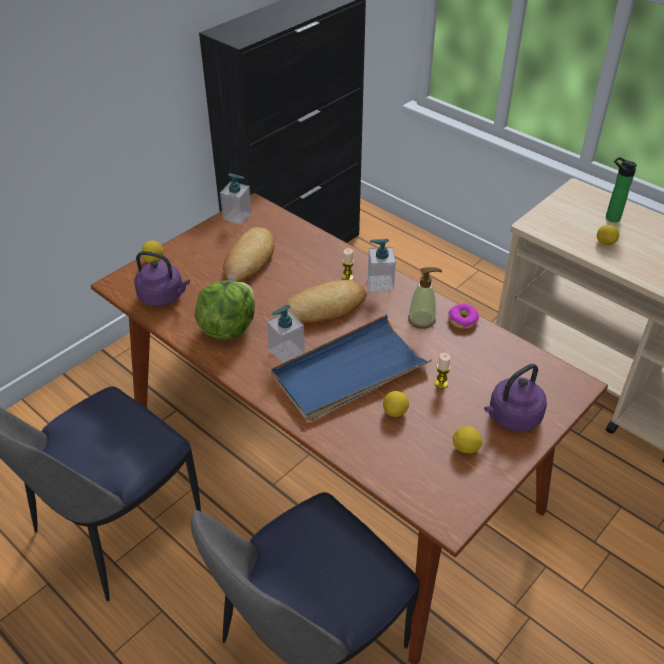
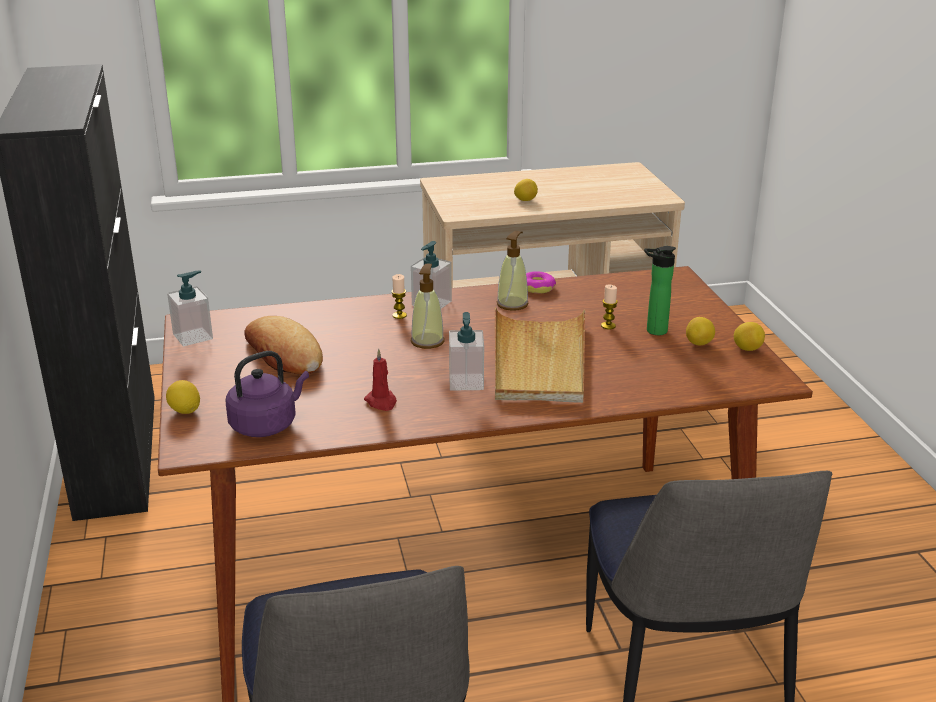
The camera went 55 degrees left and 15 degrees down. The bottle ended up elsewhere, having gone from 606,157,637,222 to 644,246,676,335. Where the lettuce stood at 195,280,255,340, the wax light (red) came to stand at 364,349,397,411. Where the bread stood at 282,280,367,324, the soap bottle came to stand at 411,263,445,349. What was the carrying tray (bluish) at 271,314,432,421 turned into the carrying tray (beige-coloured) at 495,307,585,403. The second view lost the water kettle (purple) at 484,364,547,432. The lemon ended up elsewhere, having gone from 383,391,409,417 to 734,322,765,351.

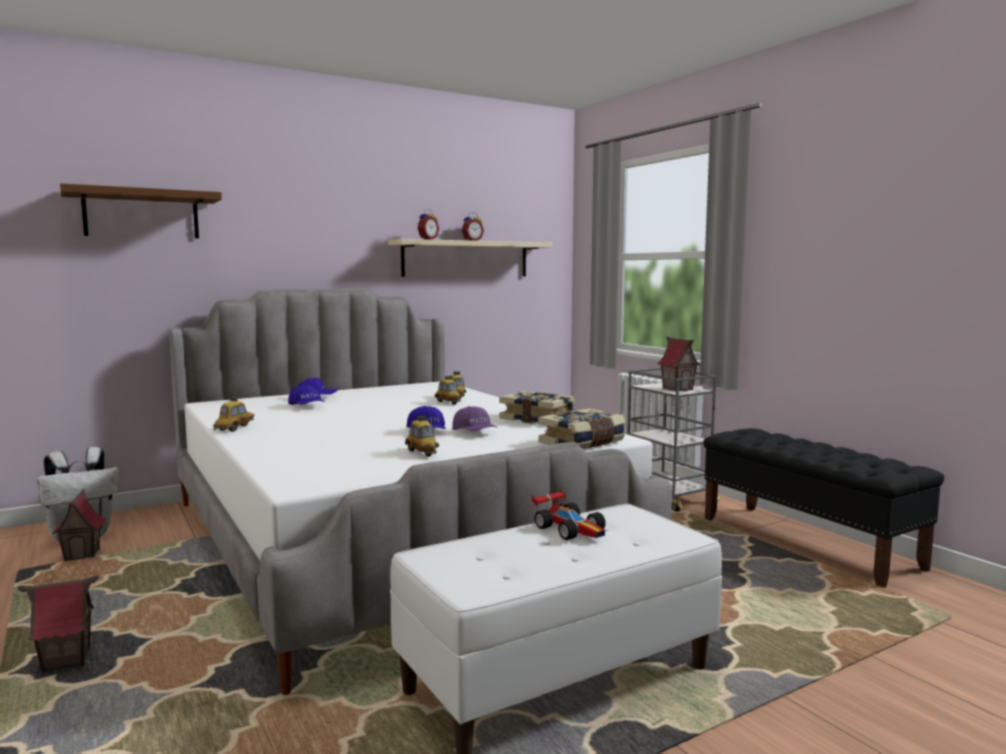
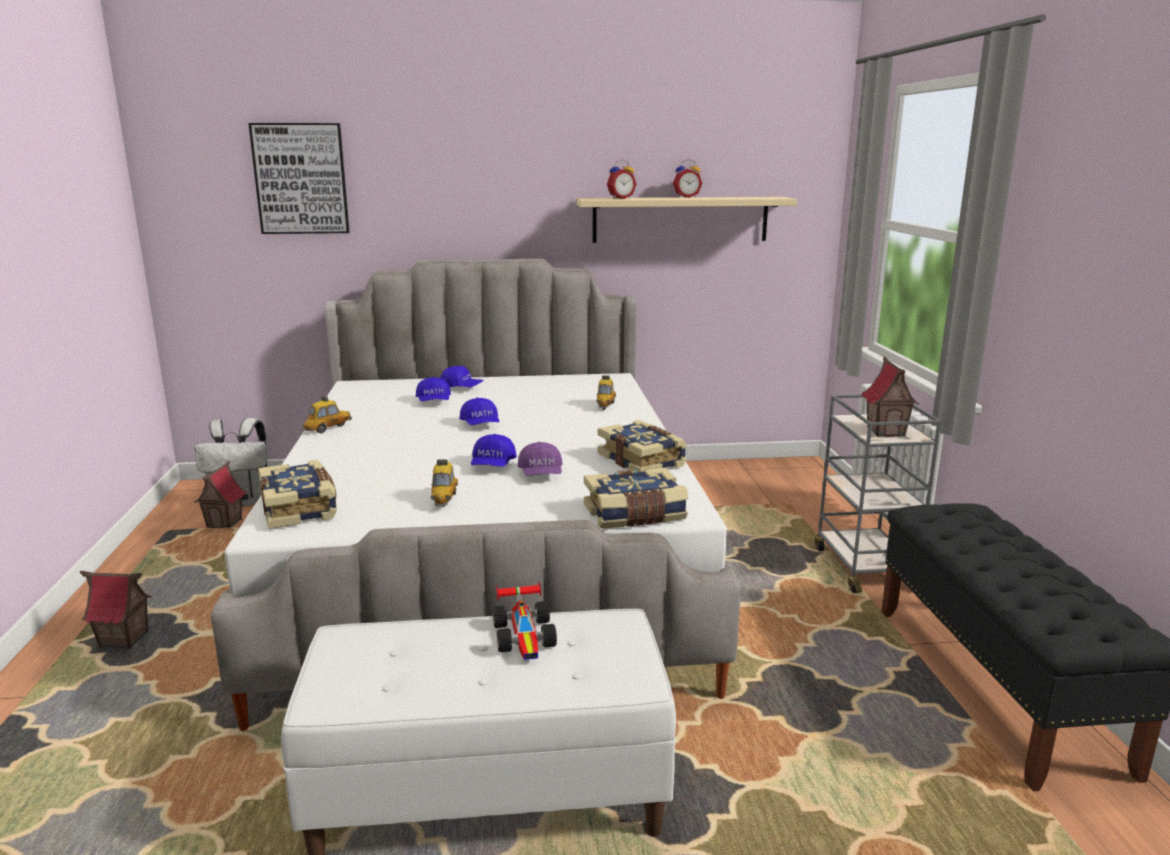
The camera went 25 degrees right and 10 degrees up. Where the wall shelf (brownish) hung at 60,183,222,238, the wall picture came to hang at 248,123,349,234. The second view lost the toy car at 435,376,462,405. The second view gained the baseball cap (bluish) at 460,398,500,425. The second view gained the volume at 258,460,337,529.

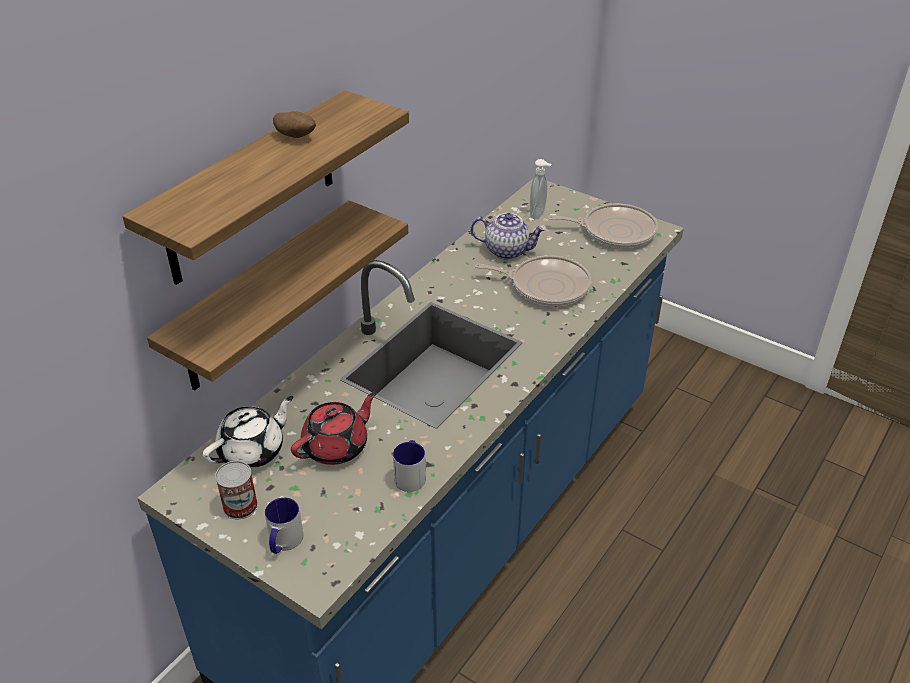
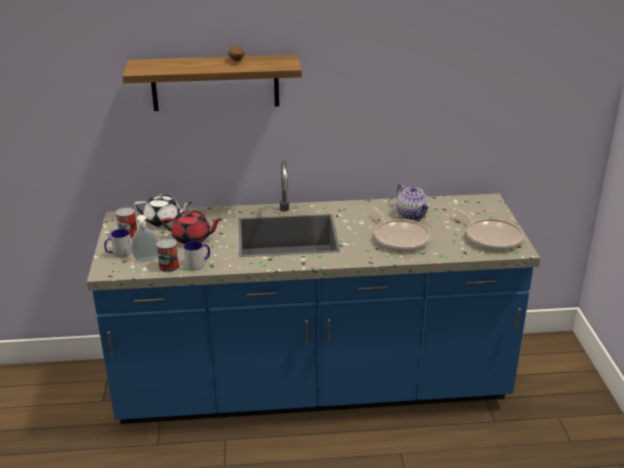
The camera went 50 degrees right and 10 degrees down. The soap bottle ended up elsewhere, having gone from 530,159,552,219 to 131,215,158,262. The second view lost the wall shelf at 147,200,408,391. The second view gained the can at 156,238,179,272.

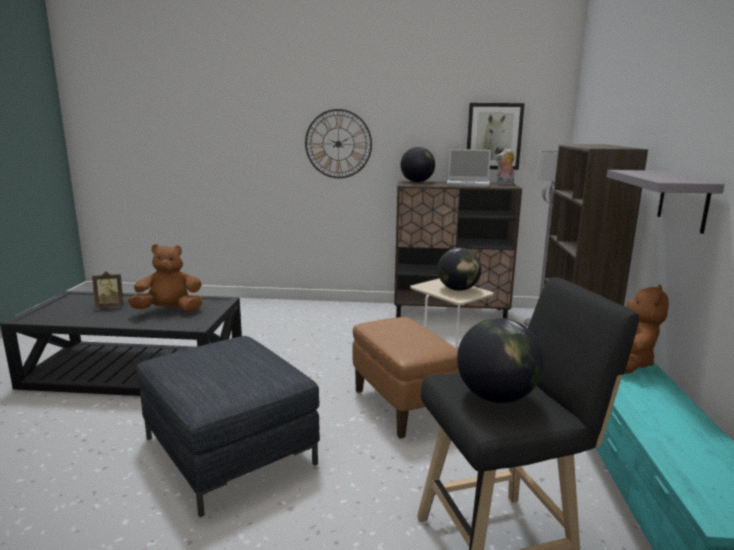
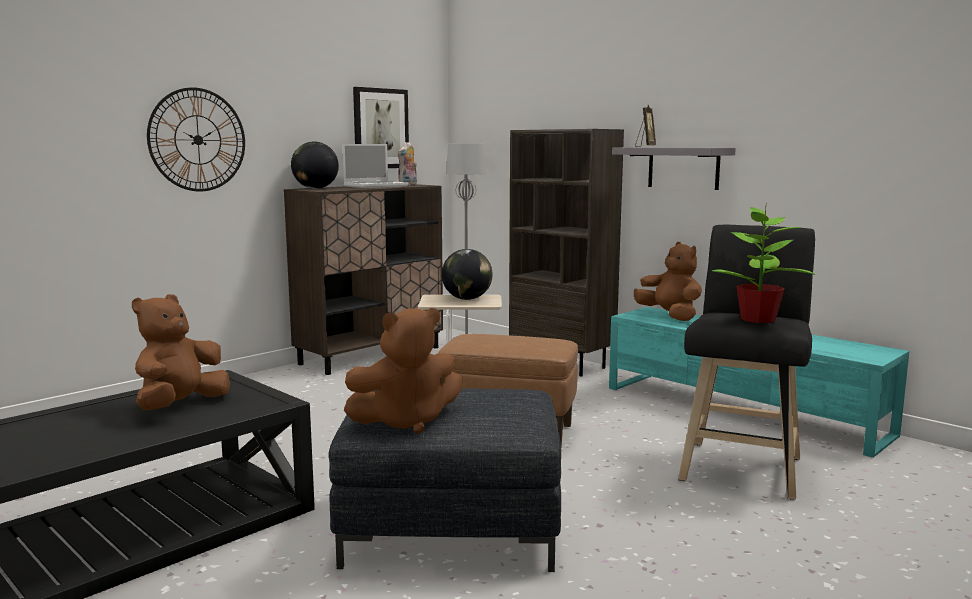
The camera went 50 degrees left and 5 degrees down. The standing frame ended up elsewhere, having gone from 92,271,123,308 to 635,105,656,147. Where the globe stood at 457,318,544,403, the plant in a pot came to stand at 712,207,816,323. The second view gained the plush toy (brownish) at 344,308,463,434.

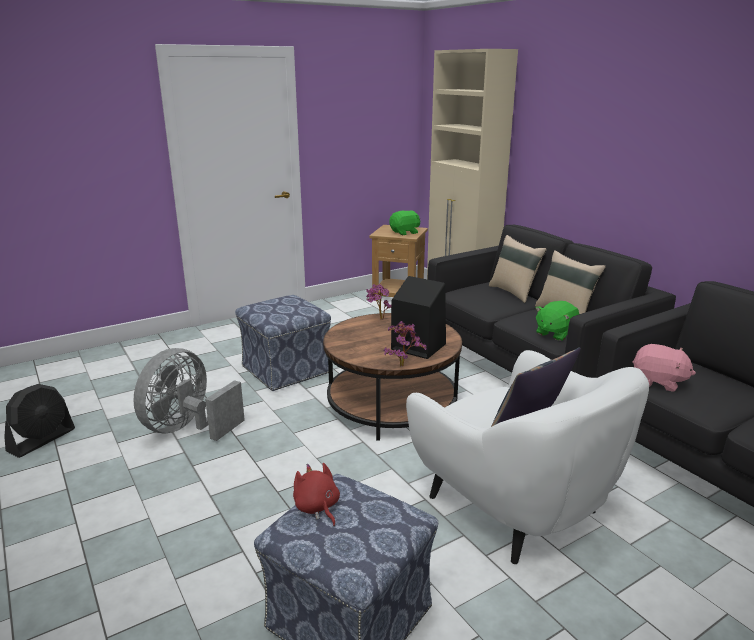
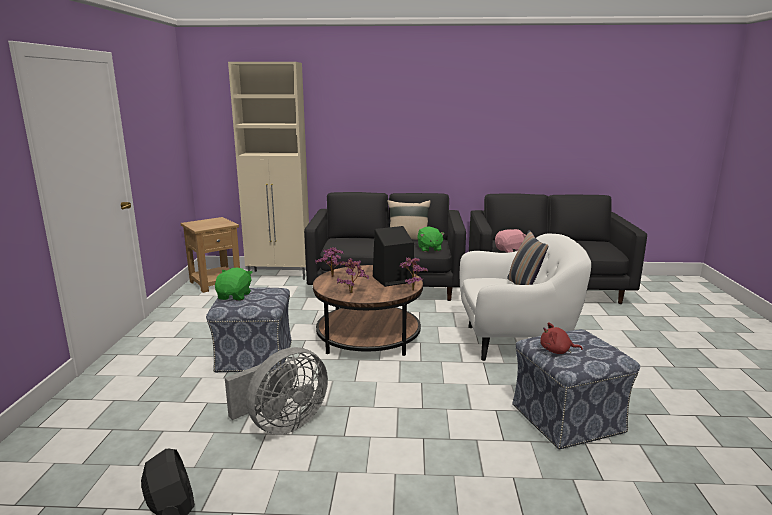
The camera went 55 degrees left and 5 degrees down. The plush toy (green) ended up elsewhere, having gone from 389,211,420,235 to 215,268,252,301. The second view lost the cushion (beige-coloured) at 489,235,547,303. The cooling fan (greyish) at 133,348,245,441 ended up facing another way, 105 degrees counterclockwise from before. The second view gained the plant in a pot at 337,258,369,293.

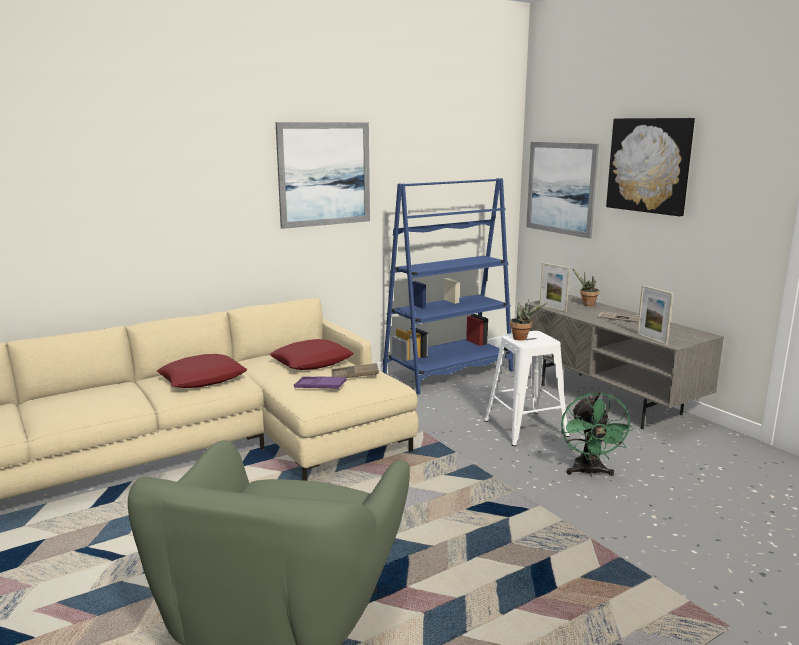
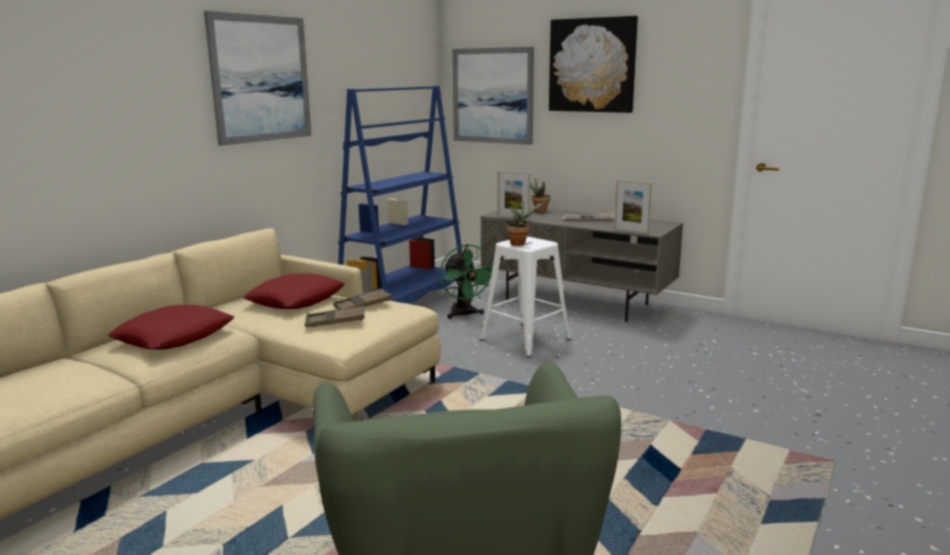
The camera went 25 degrees left and 0 degrees up. What was the carrying tray (purple) at 294,376,346,389 turned into the carrying tray (brownish) at 305,306,365,327. The cooling fan (green) ended up elsewhere, having gone from 561,392,634,477 to 440,244,492,319.

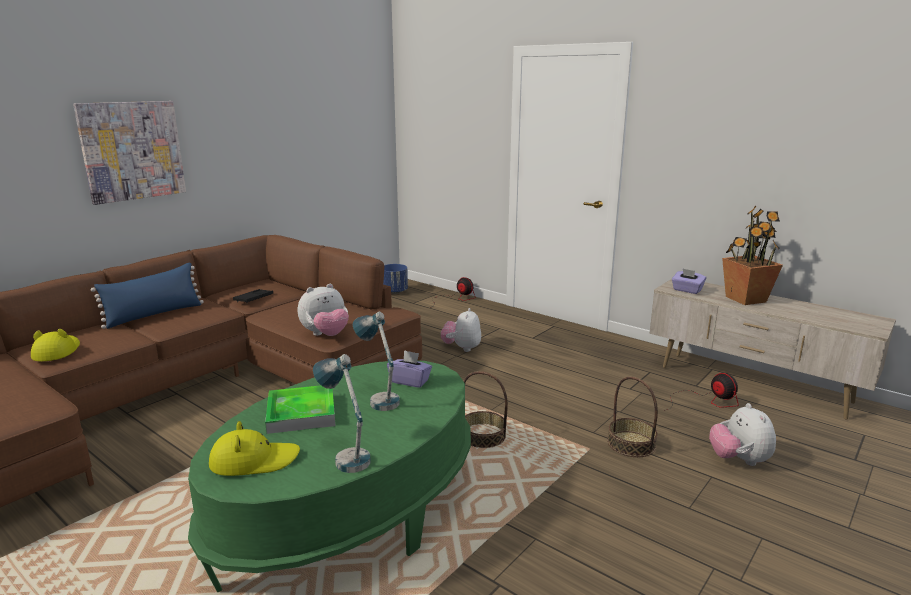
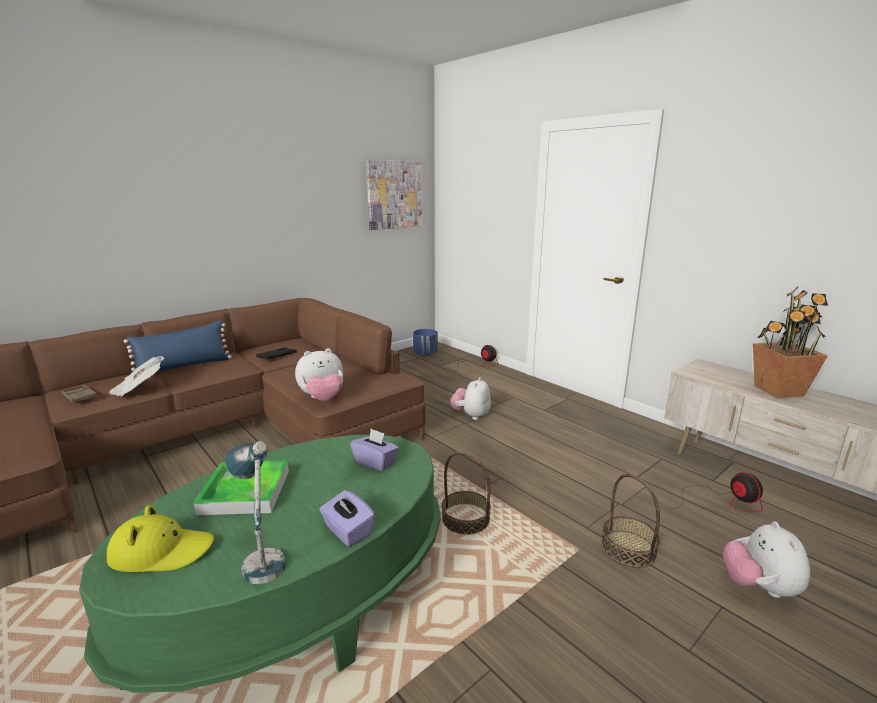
The camera went 10 degrees right and 0 degrees up. The wall picture ended up elsewhere, having gone from 73,101,186,205 to 366,160,422,230. The box of tissues (purple) ended up elsewhere, having gone from 672,269,706,294 to 320,490,375,547. The second view lost the lamp for a table at 353,311,400,411. Where the wearable hat (yellow) stood at 31,329,80,361, the carrying tray (brownish) came to stand at 61,385,97,403. The second view gained the printed paper at 109,356,164,397.

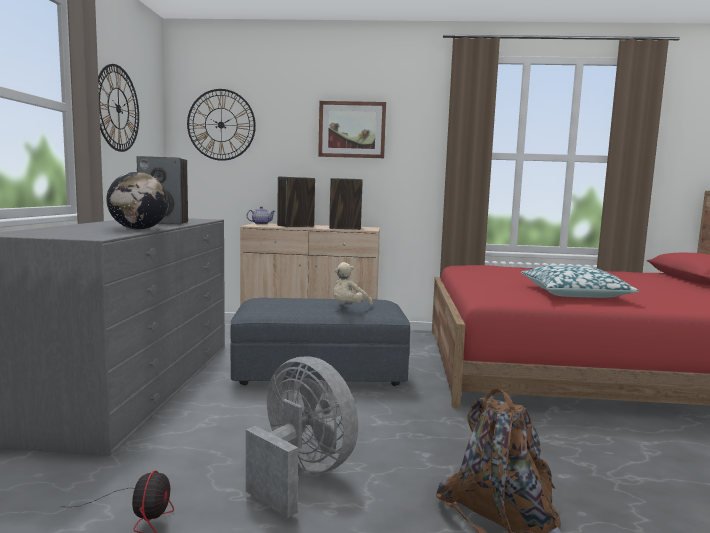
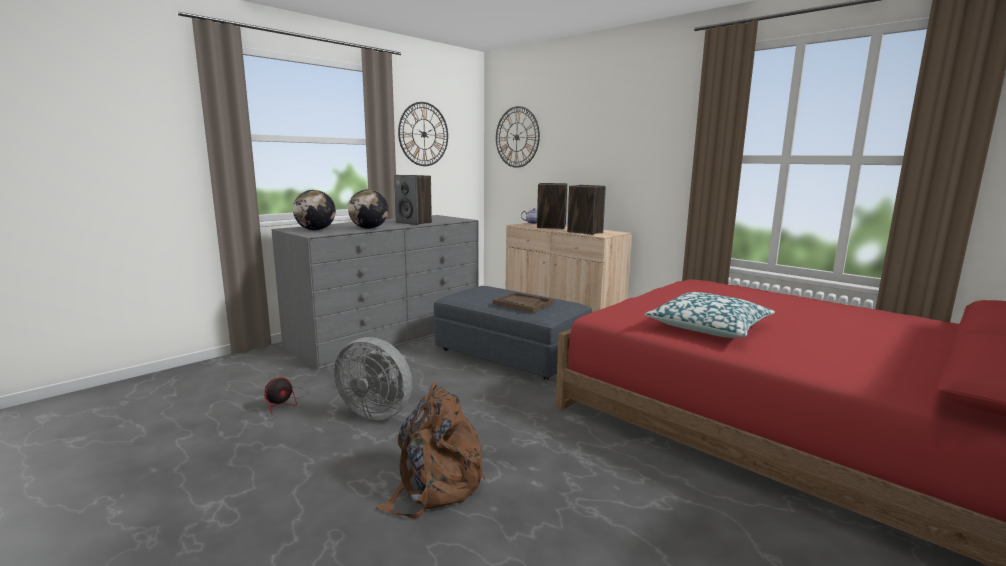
The camera went 40 degrees right and 5 degrees up. The second view lost the wall picture at 318,101,386,158. Where the plush toy (beige-coloured) stood at 333,262,373,306, the carrying tray (brownish) came to stand at 493,292,554,313. The cooling fan (greyish) at 246,356,358,518 ended up facing another way, 120 degrees clockwise from before. The second view gained the globe at 293,190,336,230.

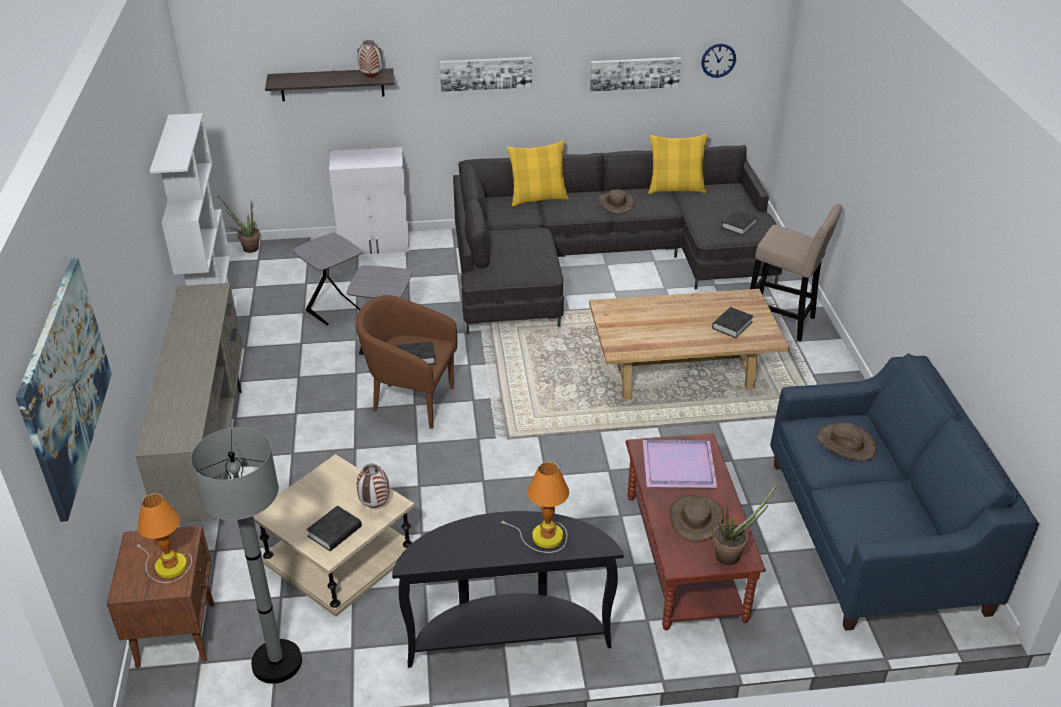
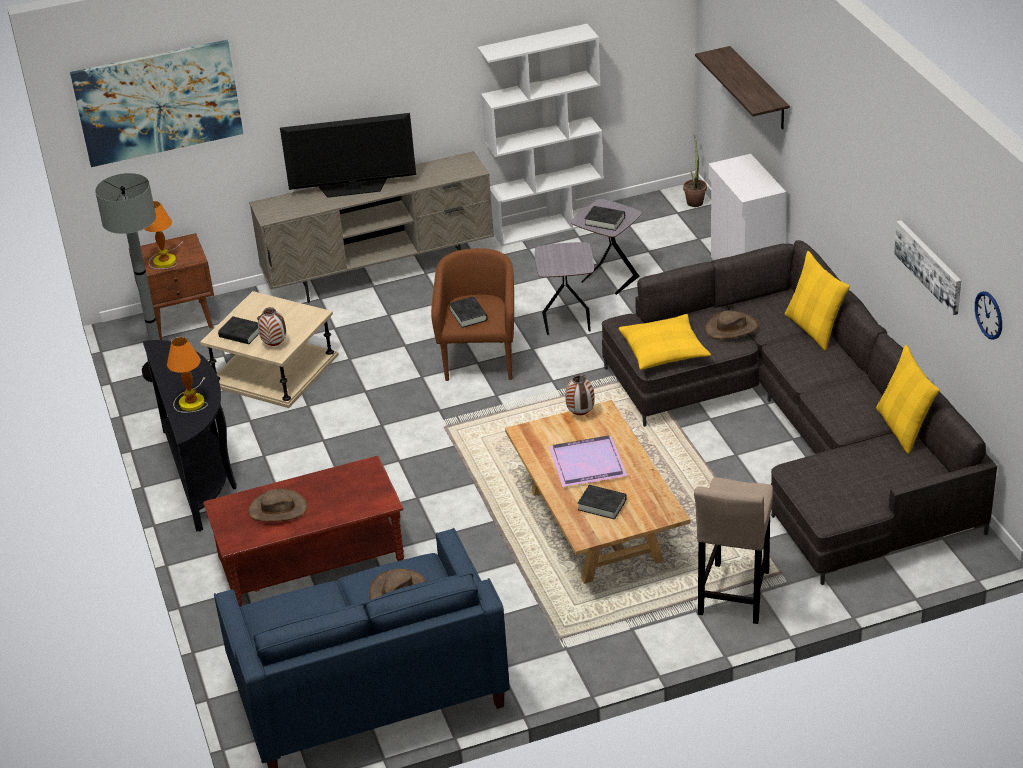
The camera went 80 degrees right and 0 degrees up. The flower vase ended up elsewhere, having gone from 357,40,382,78 to 565,374,595,415. The second view lost the wall picture at 439,57,532,92. The wearable hat (brownish) ended up elsewhere, having gone from 598,189,635,214 to 705,310,758,339. The volume (black-coloured) ended up elsewhere, having gone from 722,210,757,235 to 585,206,625,231. The carrying tray (purple) ended up elsewhere, having gone from 643,439,717,488 to 549,435,627,487. The second view lost the plant in a pot at 713,484,777,565. The second view gained the TV at 280,113,416,198. The second view gained the cushion (yellow) at 619,314,711,370.

